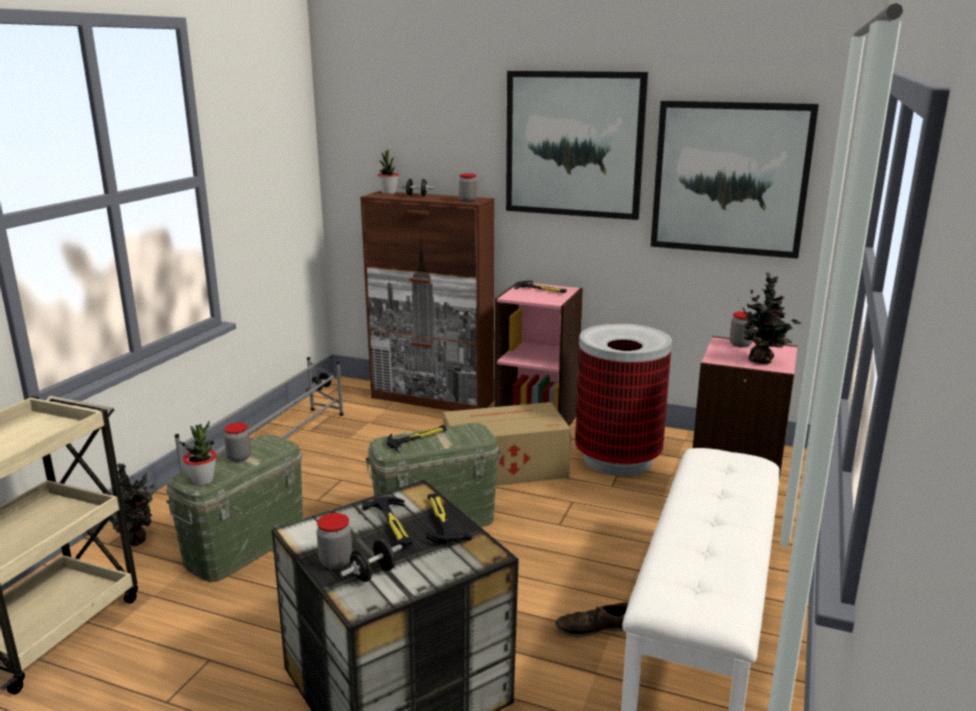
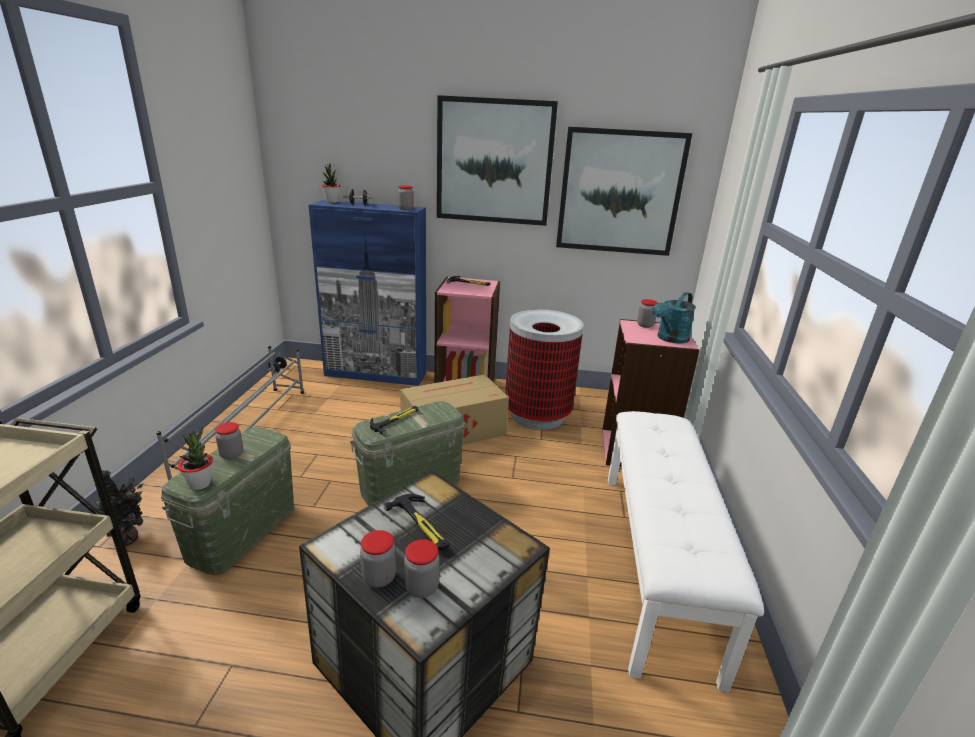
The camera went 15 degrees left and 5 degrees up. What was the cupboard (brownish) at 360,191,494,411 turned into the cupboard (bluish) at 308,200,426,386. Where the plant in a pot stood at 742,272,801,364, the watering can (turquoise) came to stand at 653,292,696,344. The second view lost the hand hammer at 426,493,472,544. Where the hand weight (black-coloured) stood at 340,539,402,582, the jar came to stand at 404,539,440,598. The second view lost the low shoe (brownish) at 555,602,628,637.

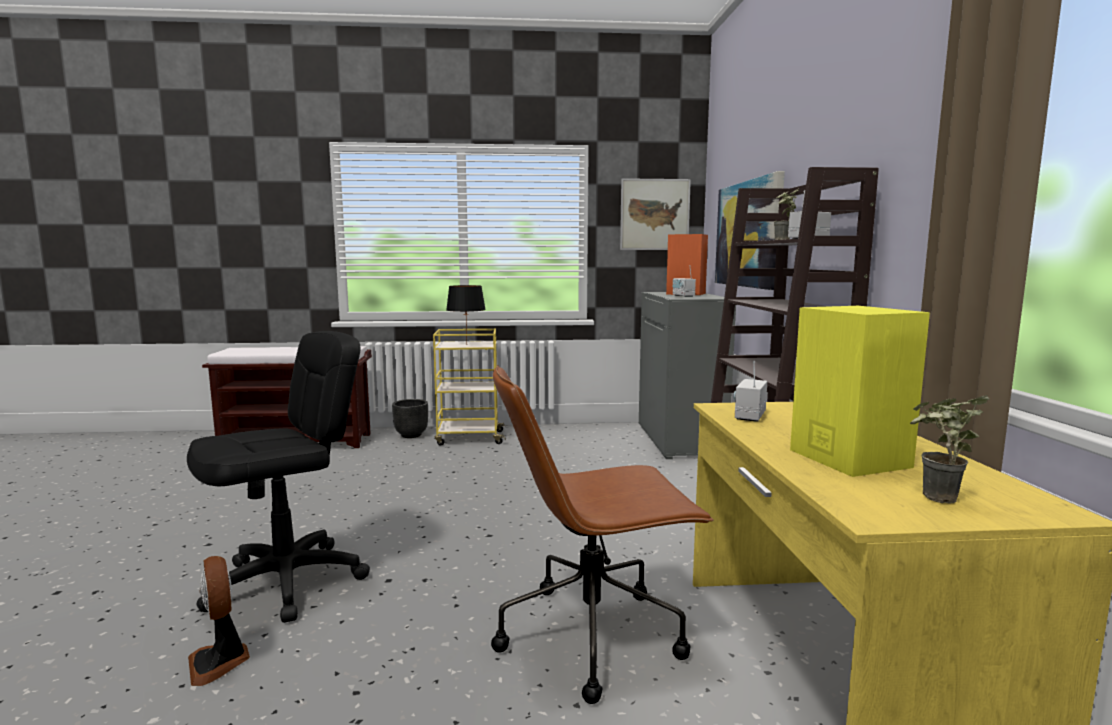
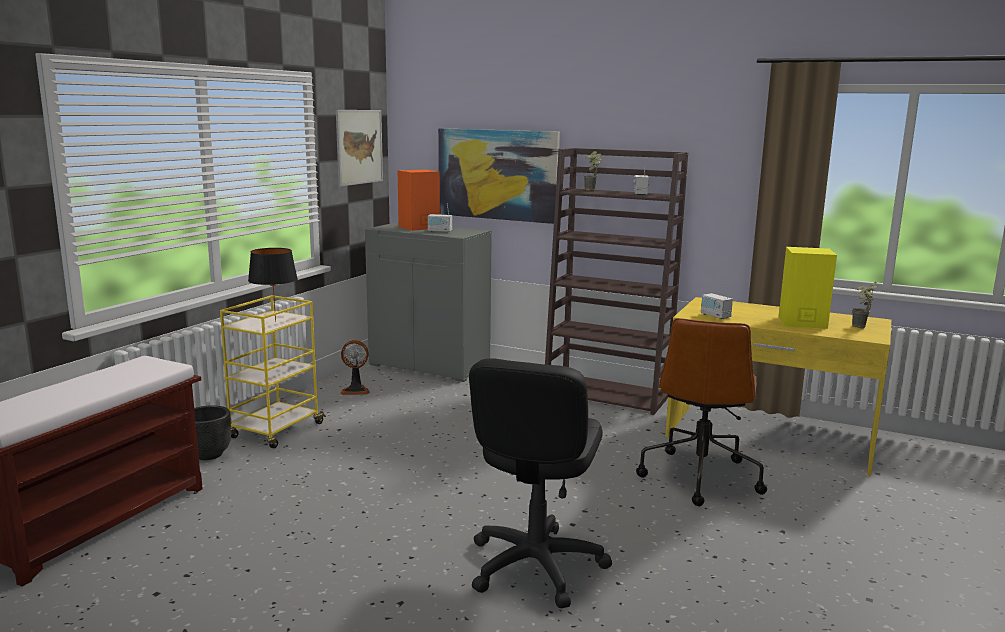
The camera went 60 degrees left and 5 degrees up. The office chair (black-coloured) at 187,331,370,623 ended up facing another way, 150 degrees counterclockwise from before. The cooling fan ended up elsewhere, having gone from 188,556,250,686 to 340,340,370,395.

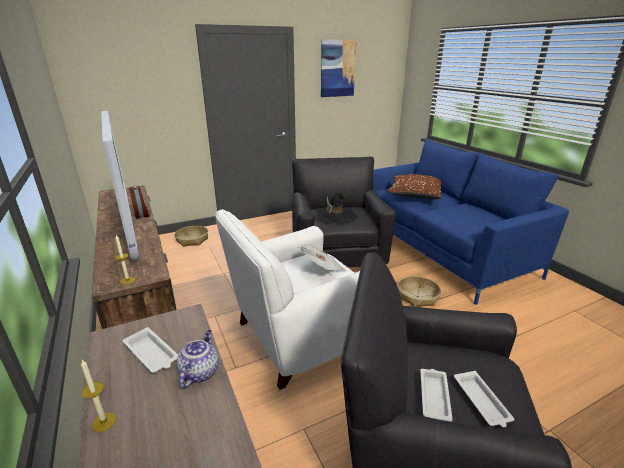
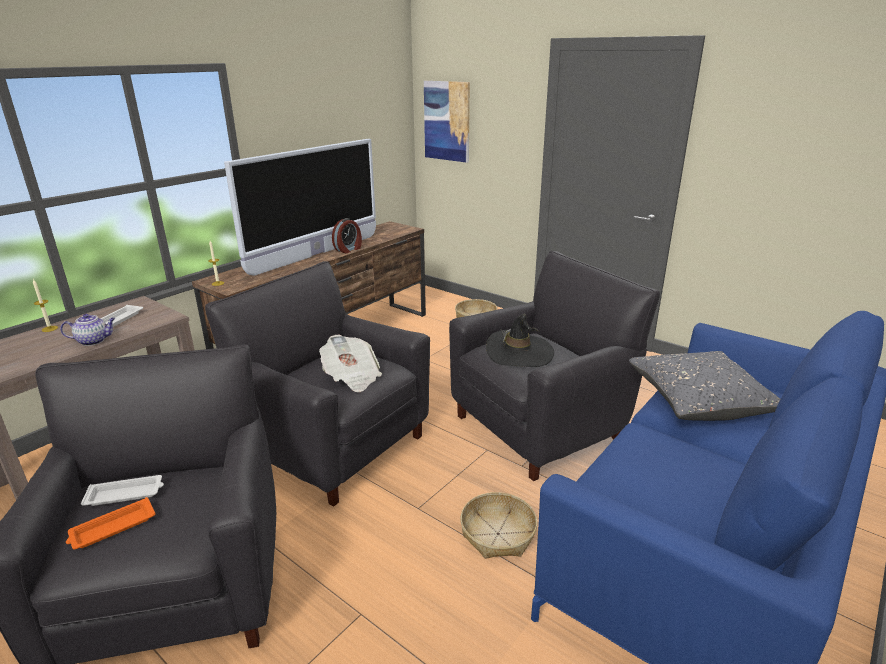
The camera went 65 degrees right and 0 degrees up. The wall picture ended up elsewhere, having gone from 321,40,357,97 to 424,81,470,163. What was the cushion (brownish) at 388,174,441,199 turned into the cushion (greyish) at 629,351,780,421. What was the armchair (white-coloured) at 215,209,360,390 turned into the armchair (black-coloured) at 205,261,430,506. What was the carrying tray (white-coloured) at 454,371,514,427 turned into the carrying tray (orange-coloured) at 66,497,156,549.

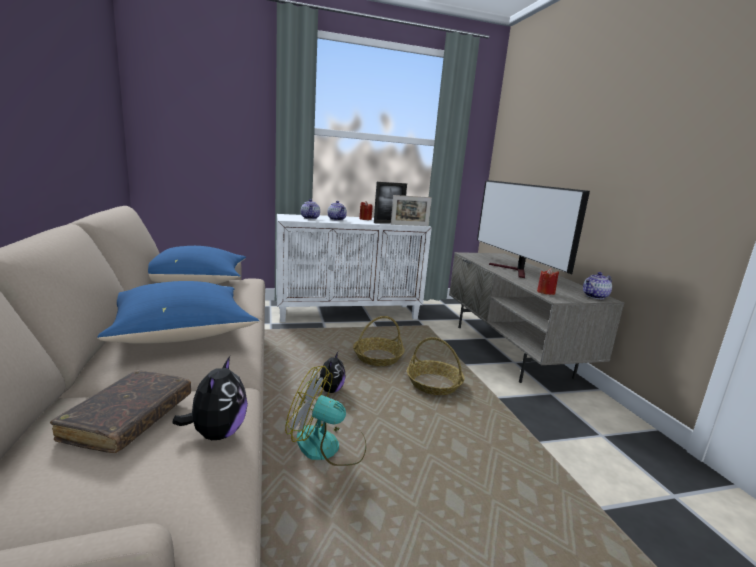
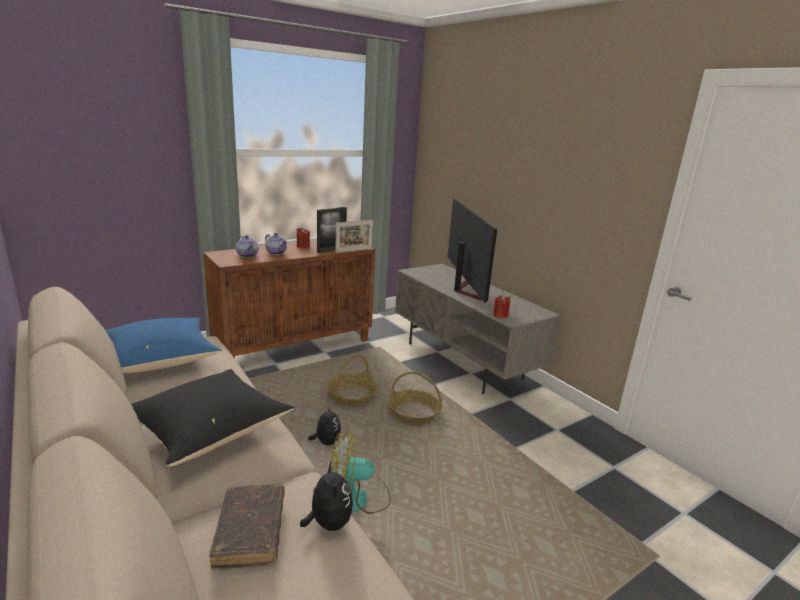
The camera went 20 degrees left and 5 degrees up. The TV at 477,180,590,278 ended up facing another way, 150 degrees counterclockwise from before. What was the cupboard (white-coloured) at 276,214,432,322 turned into the cupboard (brownish) at 203,241,375,359. The second view lost the teapot at 583,272,612,299. What was the cushion (bluish) at 97,281,259,344 turned into the cushion (black-coloured) at 131,369,294,467.

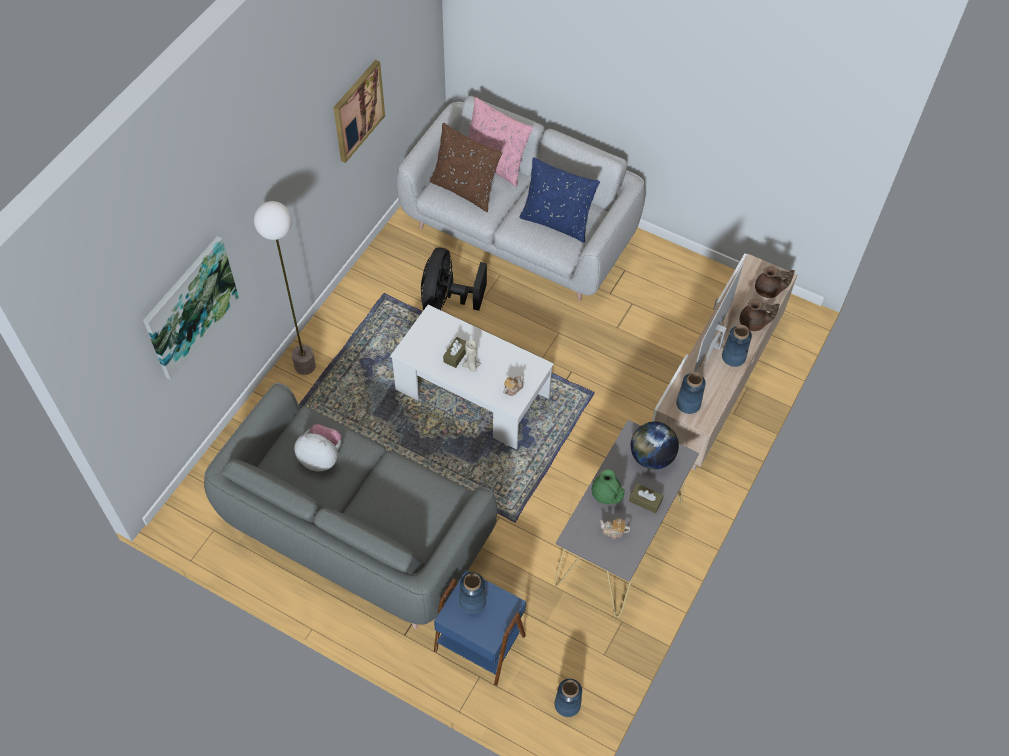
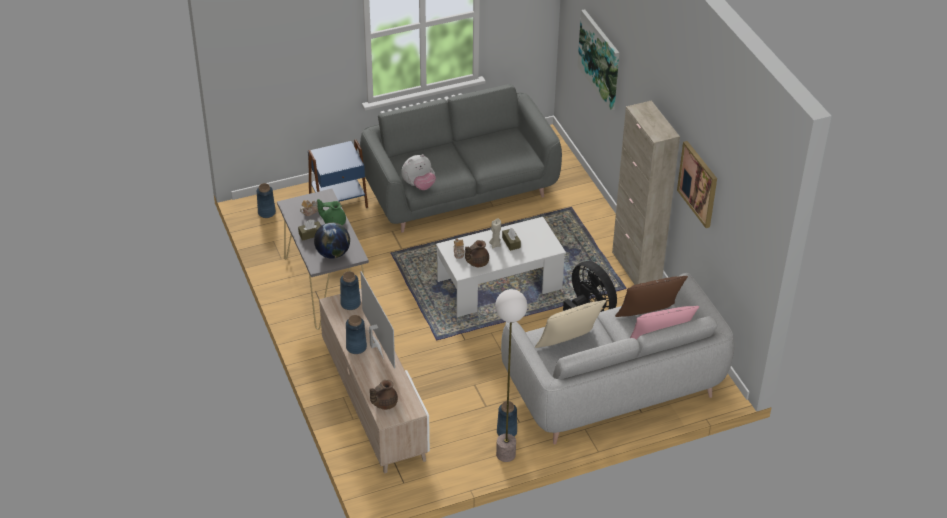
The camera went 130 degrees right and 15 degrees down. What was the cushion (bluish) at 519,157,600,243 turned into the cushion (beige-coloured) at 535,300,606,348. The standard lamp ended up elsewhere, having gone from 254,201,316,375 to 495,289,527,462. The teapot (brownish) ended up elsewhere, having gone from 739,299,780,331 to 465,240,489,267. The plush toy ended up elsewhere, having gone from 294,424,341,472 to 401,154,436,190. The flower vase (bluish) ended up elsewhere, having gone from 459,572,486,614 to 497,401,517,437. The second view gained the cupboard (beige-coloured) at 612,100,680,285.

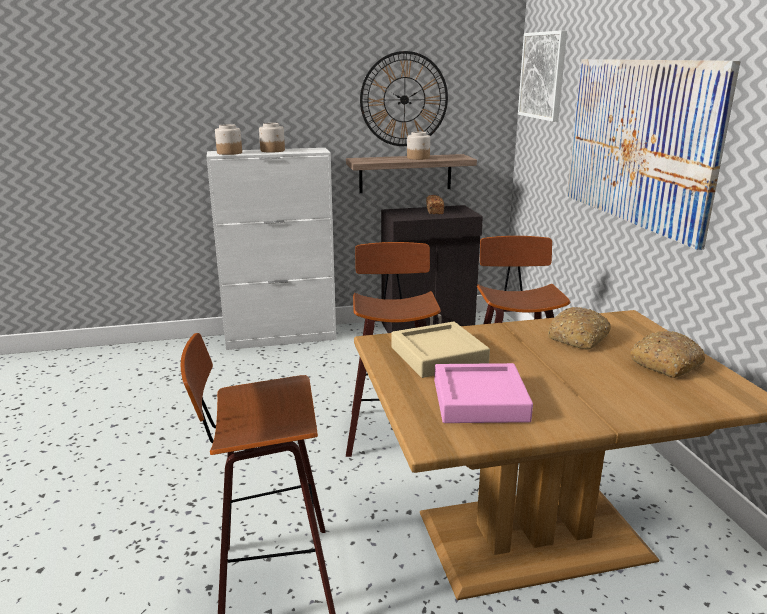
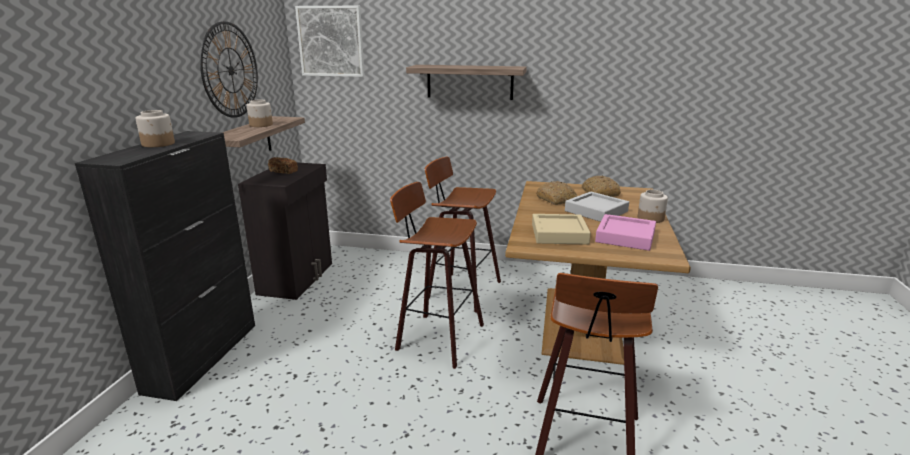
The camera went 65 degrees left and 0 degrees up. Where the wall picture hung at 567,59,741,250, the wall shelf came to hang at 406,65,527,100. The jar ended up elsewhere, having gone from 215,124,242,155 to 638,190,668,223. What was the cupboard (white-coloured) at 206,148,336,350 turned into the cupboard (black-coloured) at 75,131,255,401. The second view gained the carrying tray (greyish) at 565,191,629,222.

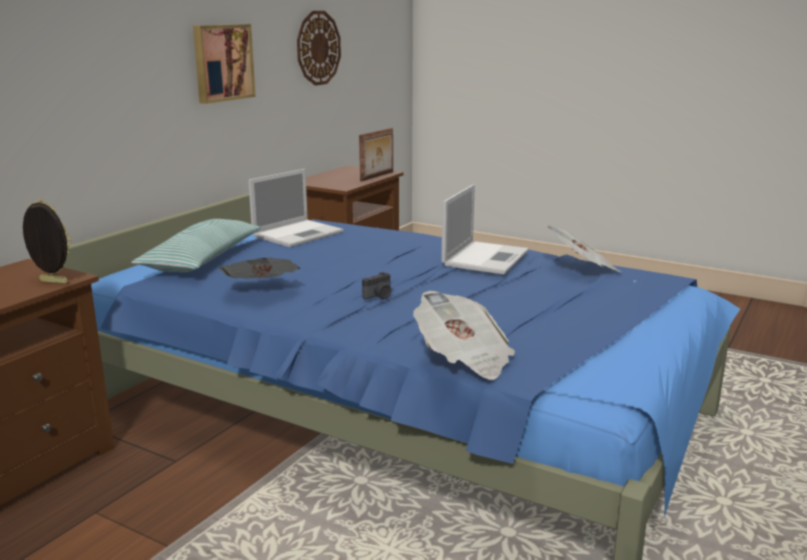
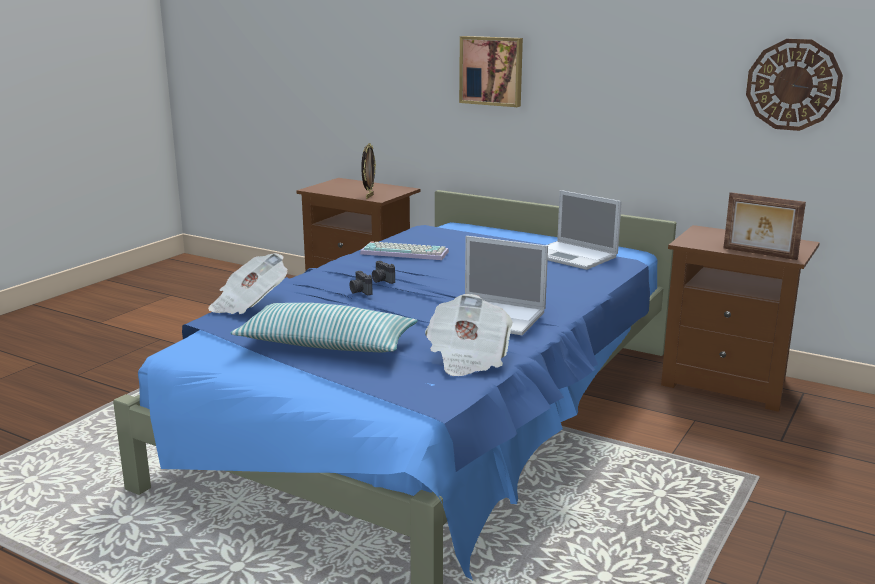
The camera went 90 degrees right and 0 degrees up. The wall picture ended up elsewhere, having gone from 193,24,256,104 to 459,36,523,107. The cushion ended up elsewhere, having gone from 131,219,261,272 to 231,303,418,352. Where the printed paper stood at 218,258,300,279, the keyboard came to stand at 360,241,449,260. The second view gained the photo camera at 350,271,372,295.

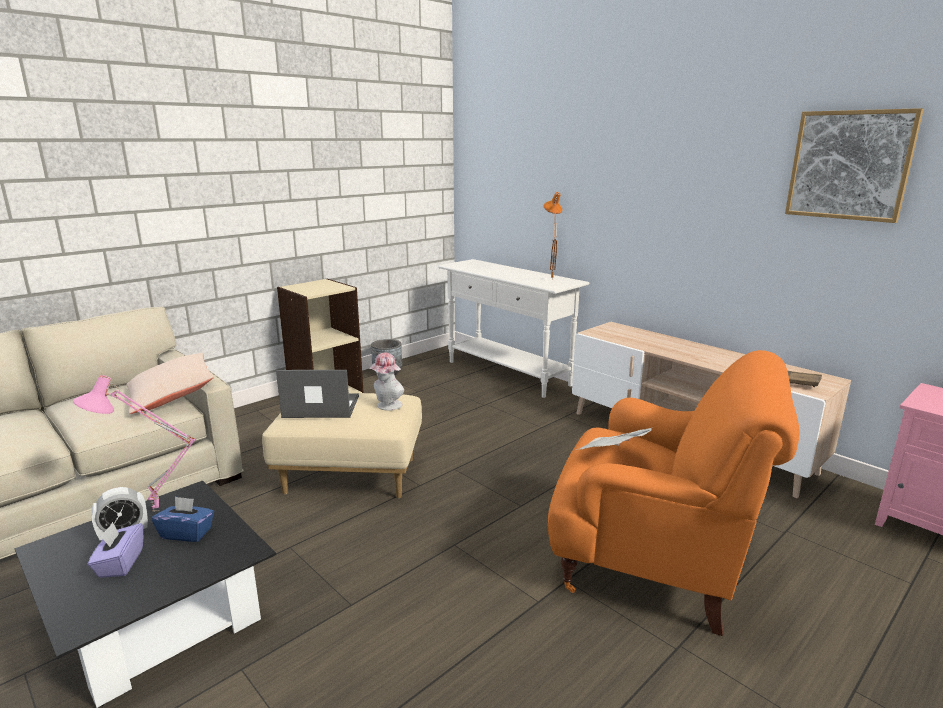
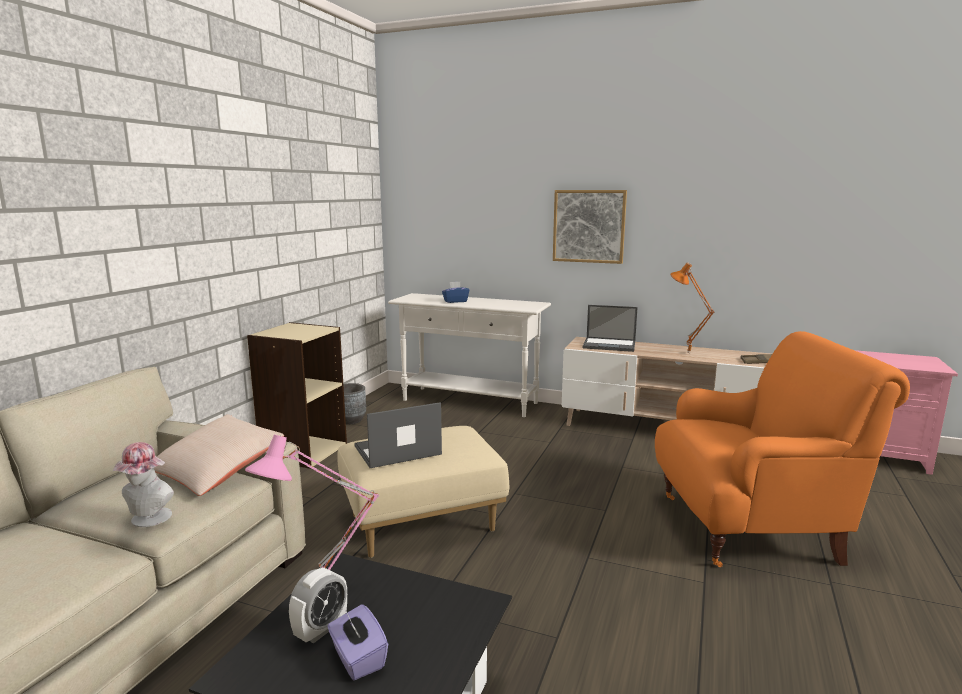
The camera went 25 degrees left and 5 degrees down. The wall picture ended up elsewhere, having gone from 785,108,924,223 to 553,190,627,264. The lamp for a table (orange-coloured) ended up elsewhere, having gone from 543,192,562,279 to 670,262,715,353. The wearable hat ended up elsewhere, having gone from 370,353,404,410 to 113,442,174,527. The second view lost the printed paper at 576,427,654,450. The box of tissues (bluish) ended up elsewhere, having gone from 152,496,214,542 to 442,282,470,303. The second view gained the portable computer at 583,305,638,352.

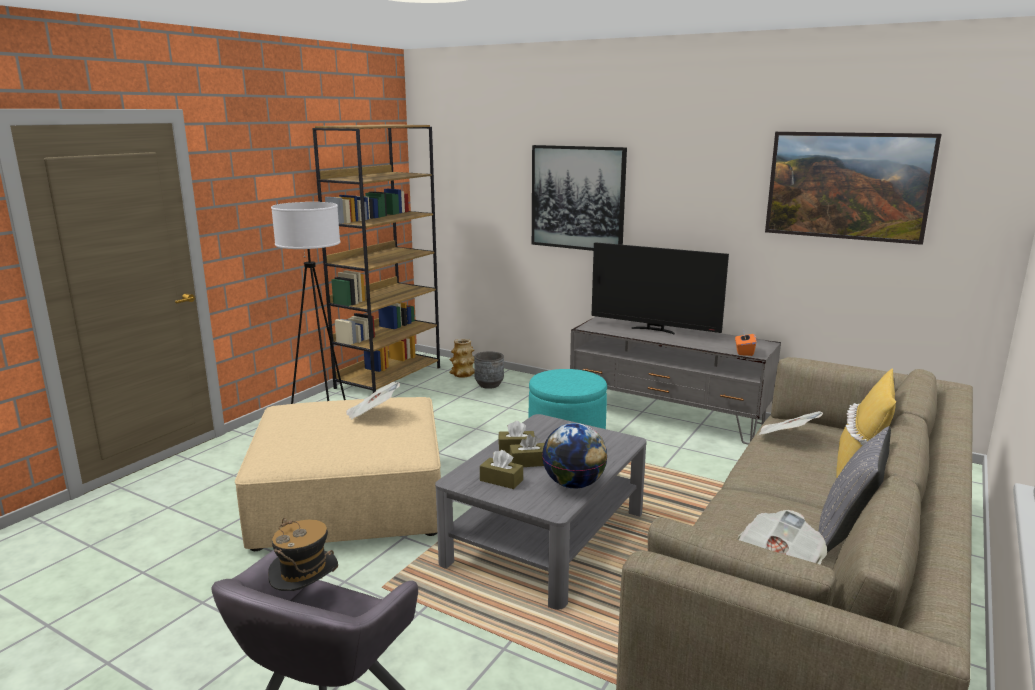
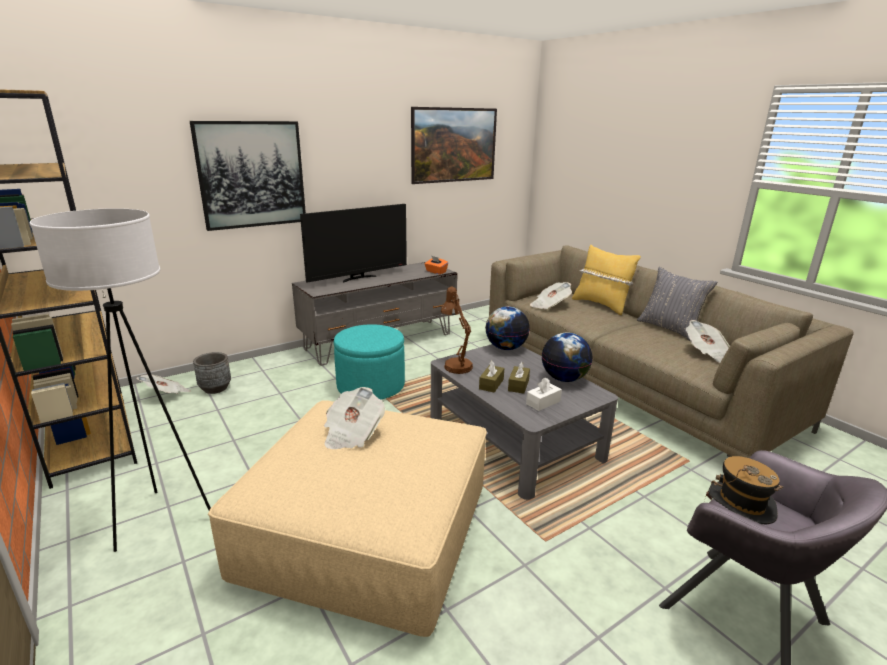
The camera went 65 degrees left and 5 degrees up. Where the flower vase stood at 449,339,475,378, the printed paper came to stand at 136,374,191,393. What was the box of tissues (brownish) at 480,450,523,489 turned into the box of tissues (white-coloured) at 526,377,562,411. The second view gained the lamp for a table (brownish) at 441,286,473,374. The second view gained the globe at 485,306,530,350.

